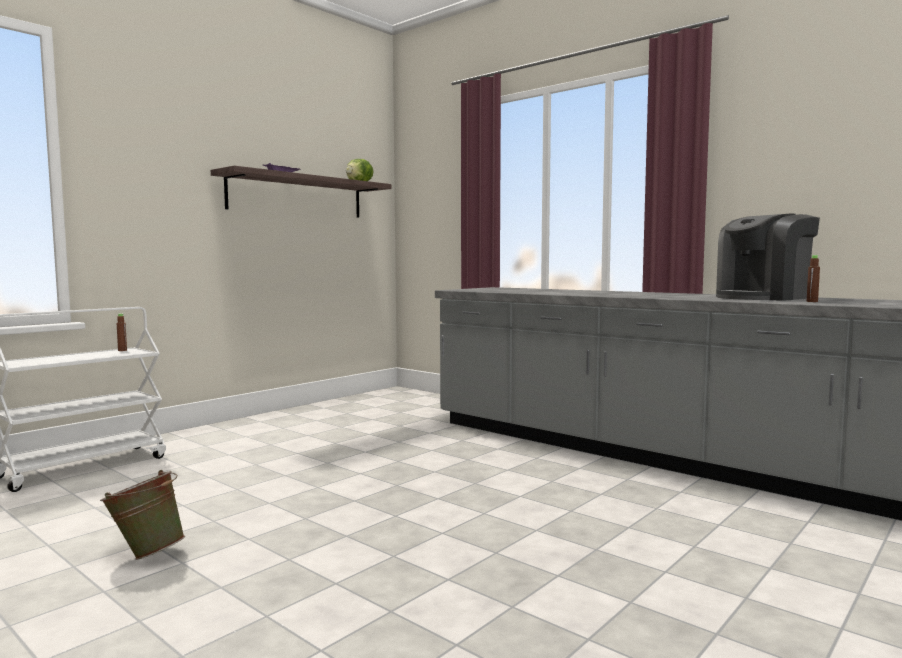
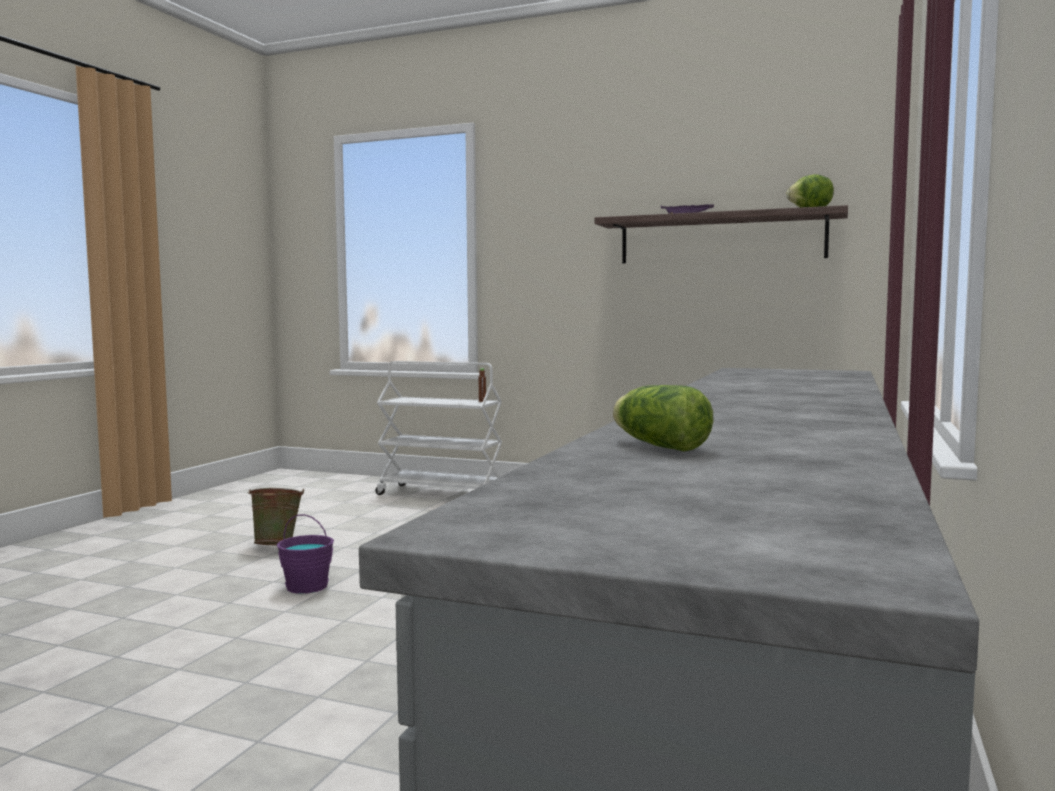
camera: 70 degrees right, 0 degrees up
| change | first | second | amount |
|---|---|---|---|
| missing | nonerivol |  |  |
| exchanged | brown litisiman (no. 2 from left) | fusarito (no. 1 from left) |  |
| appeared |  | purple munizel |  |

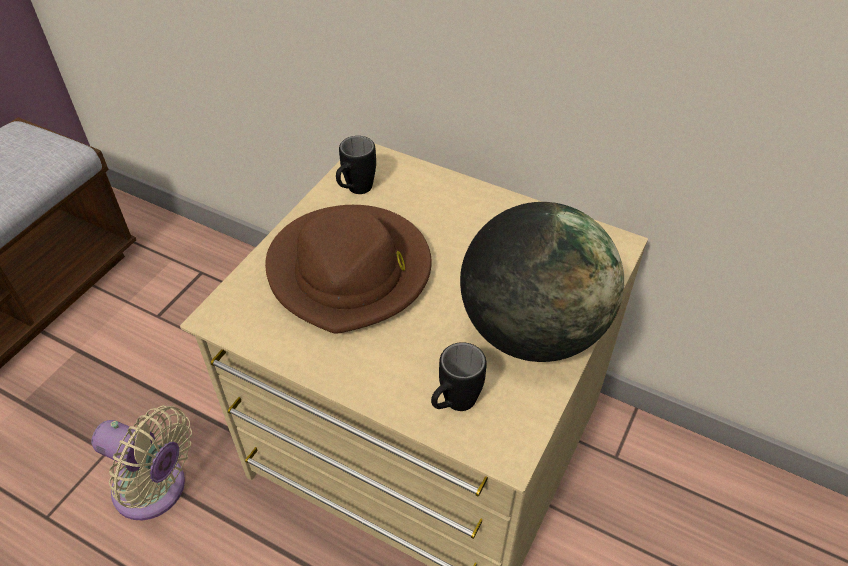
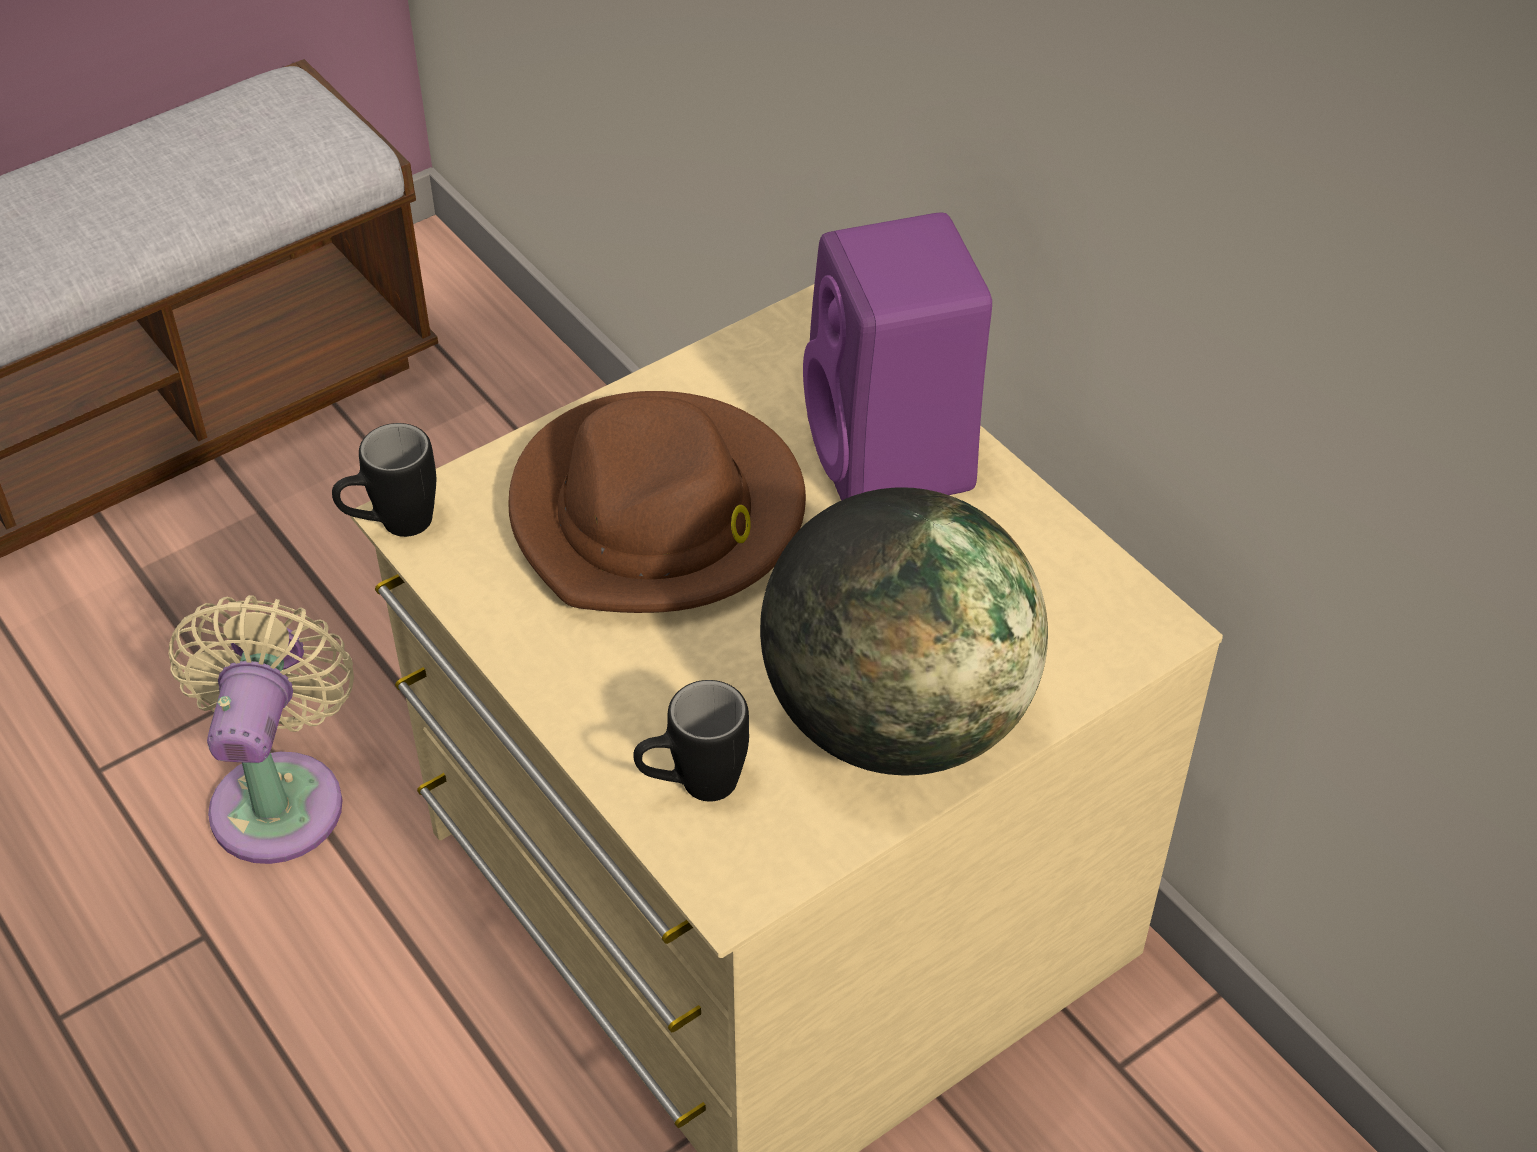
camera: 25 degrees right, 0 degrees up
| change | first | second | amount |
|---|---|---|---|
| spun | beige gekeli |  | 135 degrees counterclockwise |
| relocated | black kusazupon (no. 1 from left) |  |  |
| appeared |  | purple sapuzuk |  |

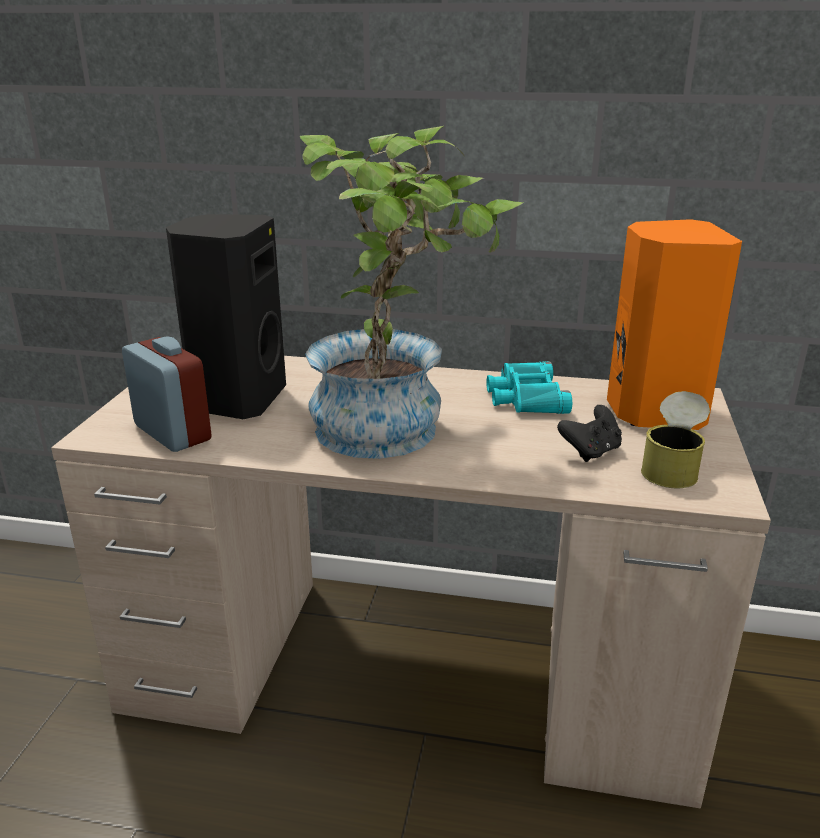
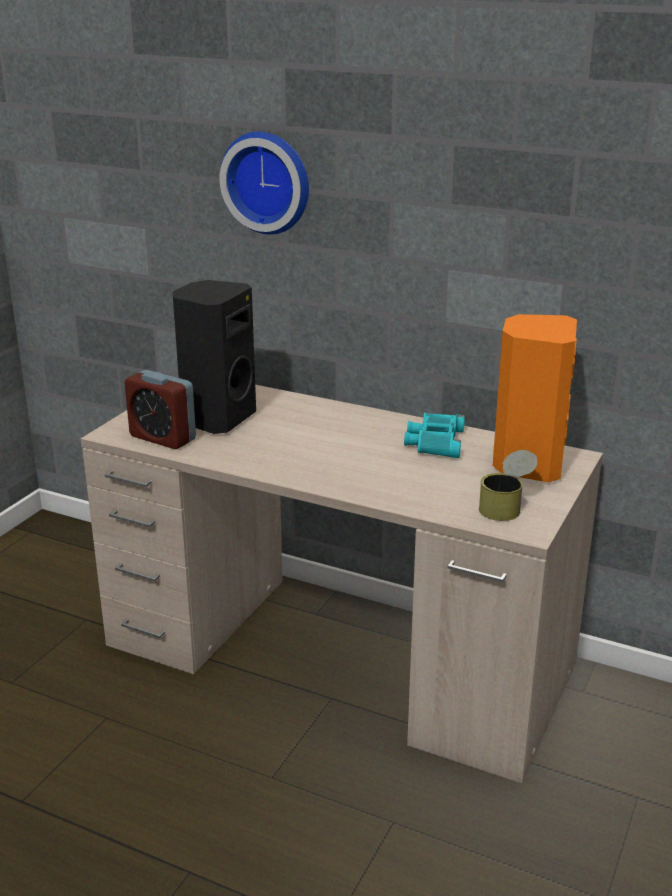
camera: 15 degrees right, 0 degrees up
| change | first | second | amount |
|---|---|---|---|
| spun | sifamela |  | 150 degrees clockwise |
| missing | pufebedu |  |  |
| missing | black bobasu |  |  |
| appeared |  | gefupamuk |  |

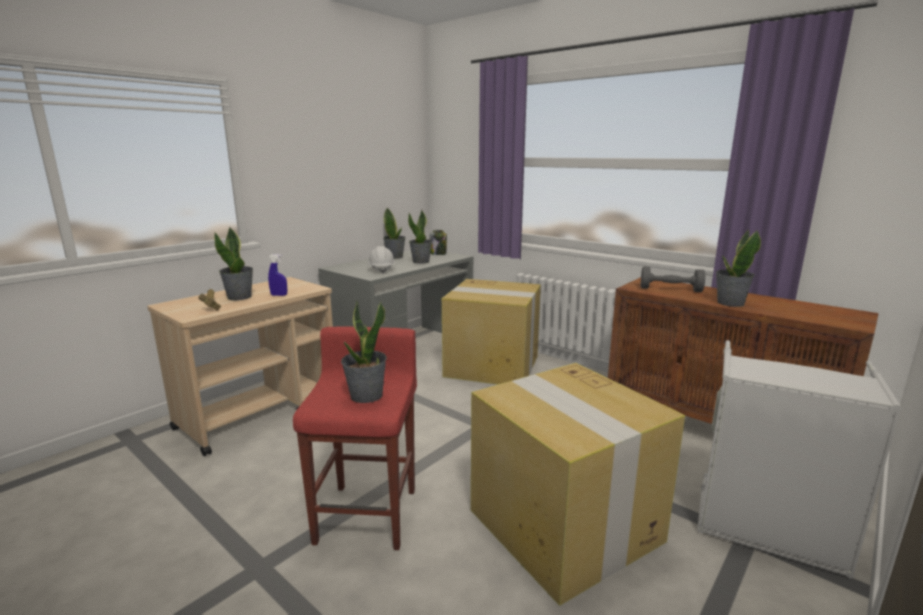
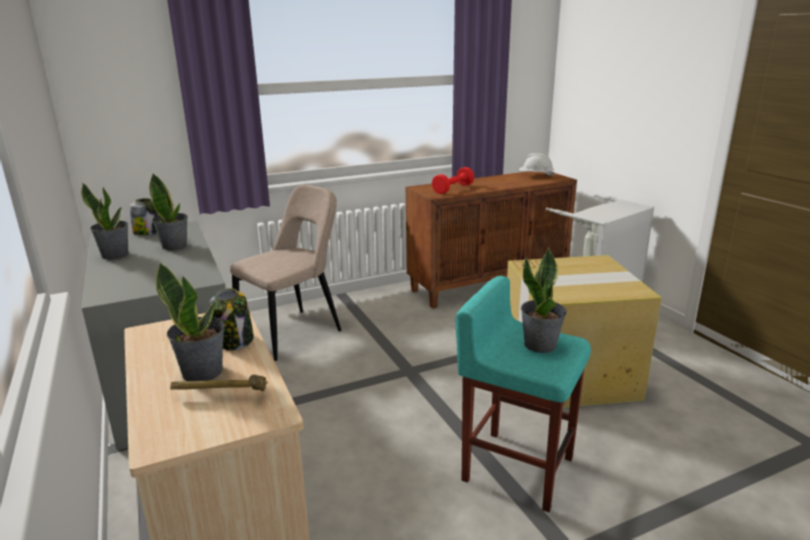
camera: 65 degrees left, 5 degrees up
| change | first | second | amount |
|---|---|---|---|
| exchanged | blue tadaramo | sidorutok (no. 2 from left) |  |
| colour | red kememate | turquoise kememate |  |
| relocated | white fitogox |  |  |
| exchanged | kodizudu (no. 1 from left) | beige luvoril |  |
| colour | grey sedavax | red sedavax |  |
| missing | pufebedu (no. 5 from left) |  |  |

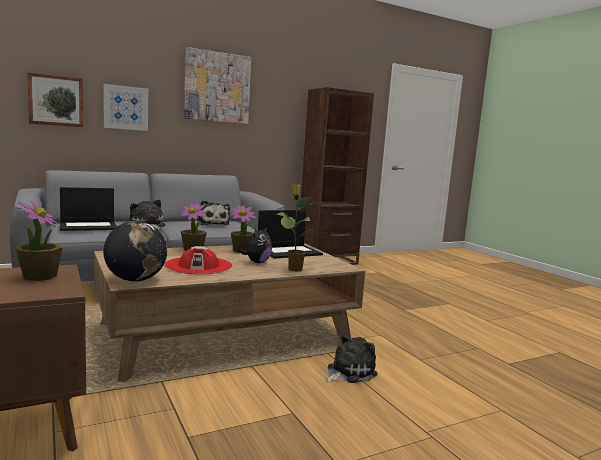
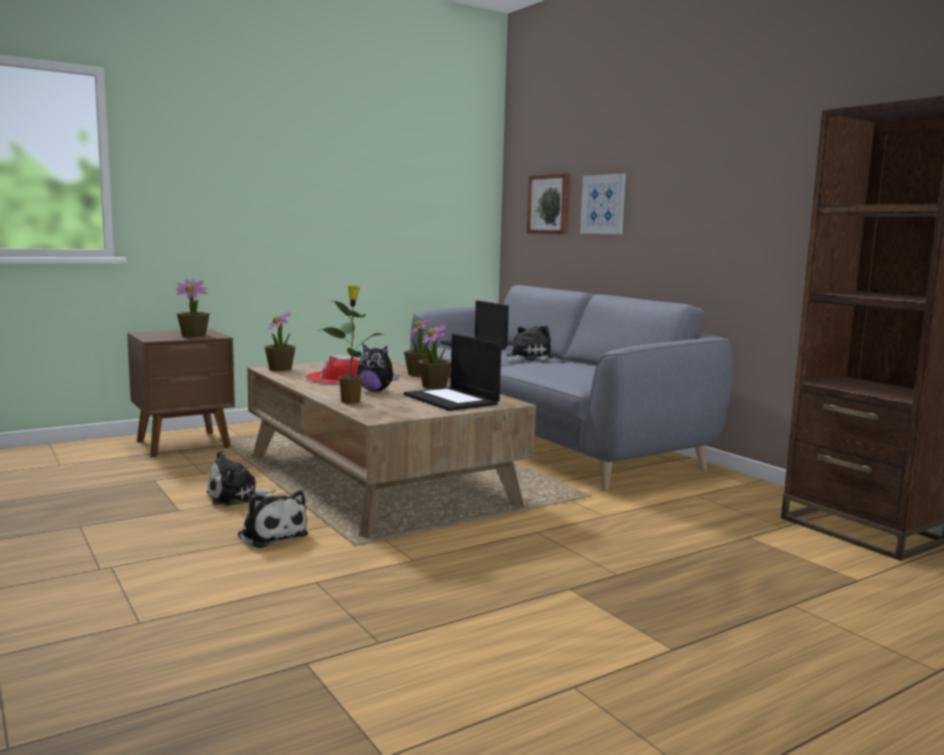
camera: 85 degrees right, 0 degrees up
| change | first | second | amount |
|---|---|---|---|
| exchanged | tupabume | pufebedu (no. 2 from left) |  |
| missing | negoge (no. 3 from left) |  |  |
| relocated | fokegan (no. 2 from left in the first image) | fokegan (no. 1 from left) |  |

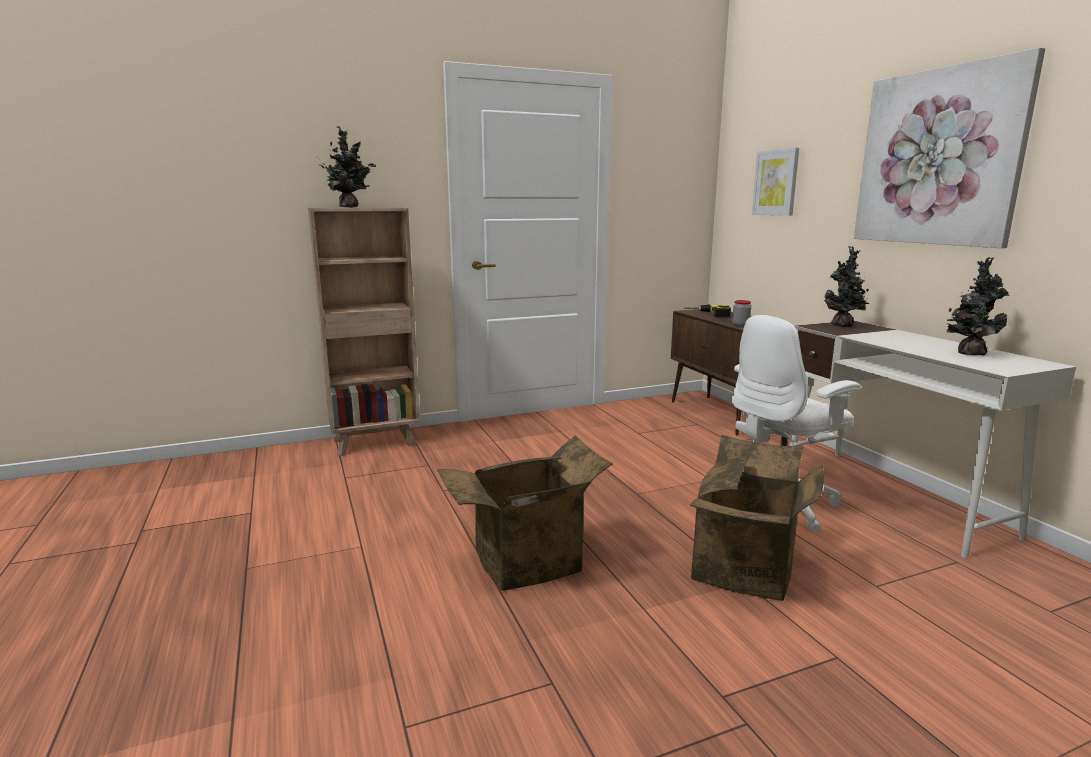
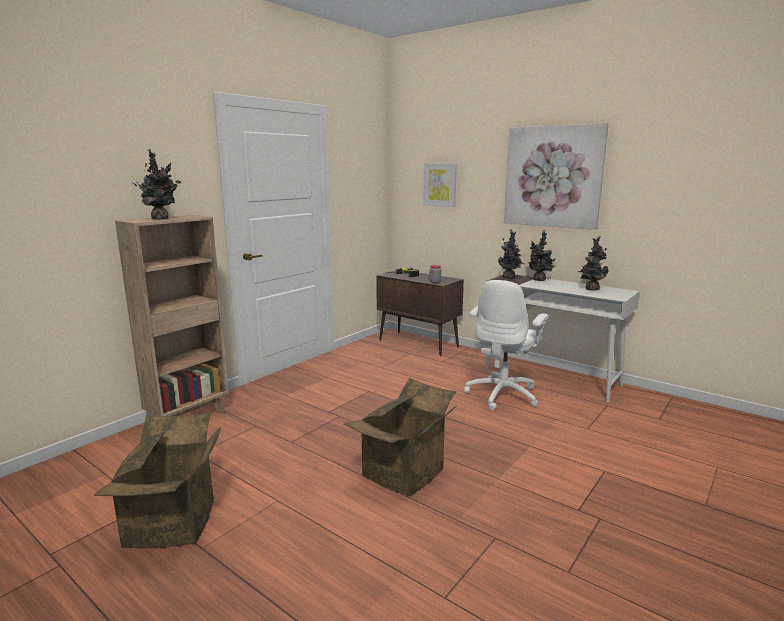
camera: 30 degrees left, 0 degrees up
| change | first | second | amount |
|---|---|---|---|
| relocated | kodizudu (no. 2 from left in the first image) | kodizudu (no. 1 from left) |  |
| appeared |  | pufebedu (no. 3 from left) |  |

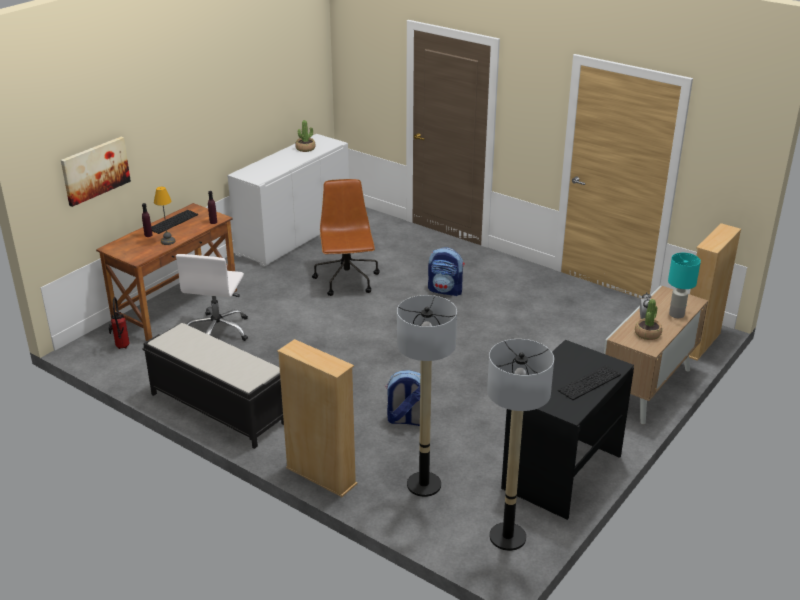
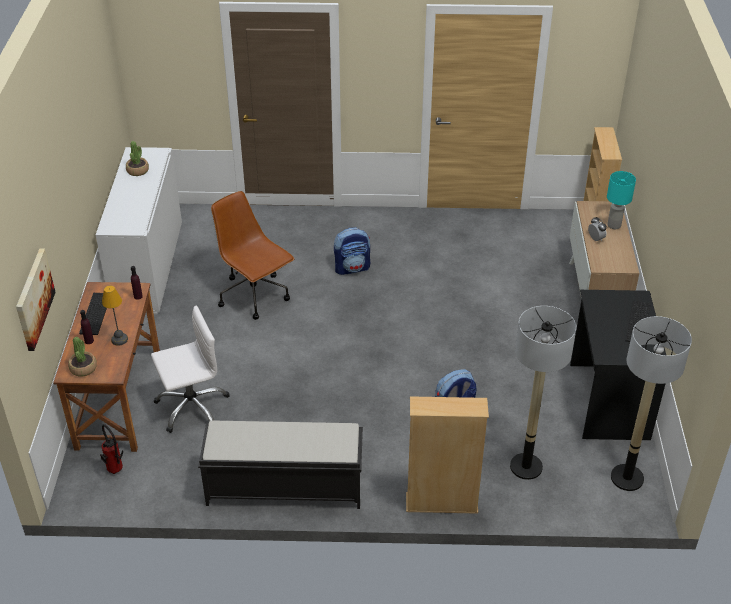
camera: 35 degrees left, 10 degrees up
| change | first | second | amount |
|---|---|---|---|
| spun | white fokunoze |  | 90 degrees counterclockwise |
| relocated | pufebedu (no. 2 from left in the first image) | pufebedu (no. 1 from left) |  |

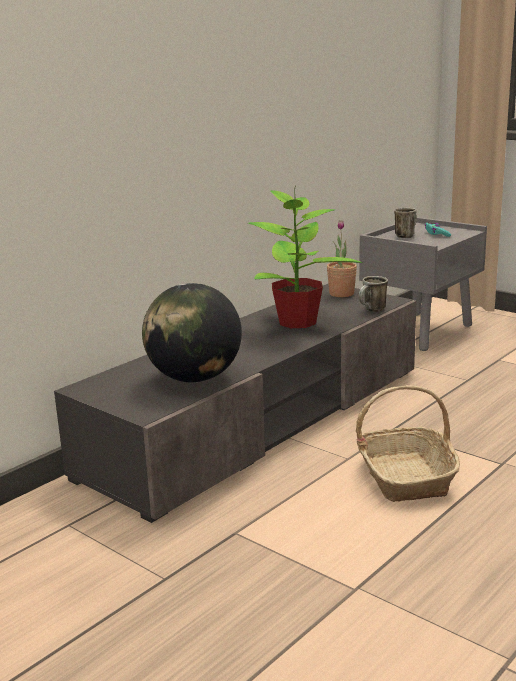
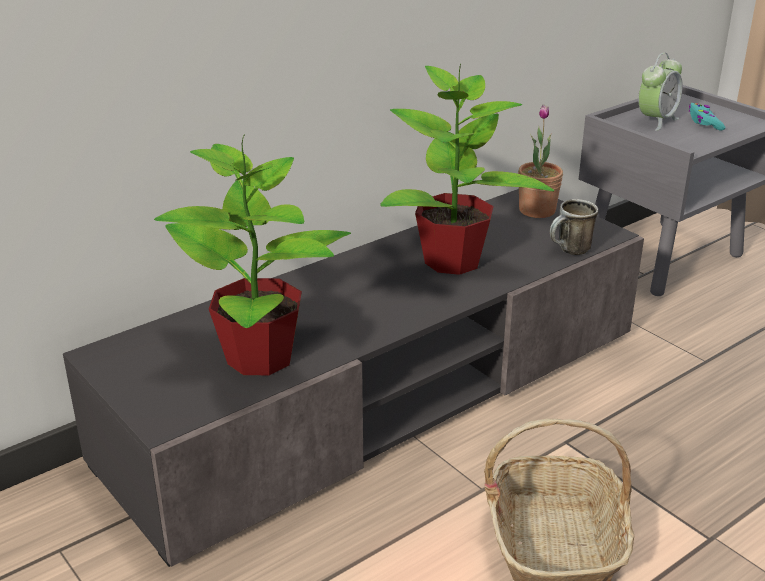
camera: 10 degrees right, 10 degrees up
| change | first | second | amount |
|---|---|---|---|
| exchanged | tupabume | pufebedu (no. 1 from left) |  |
| exchanged | kusazupon (no. 2 from left) | sifamela |  |

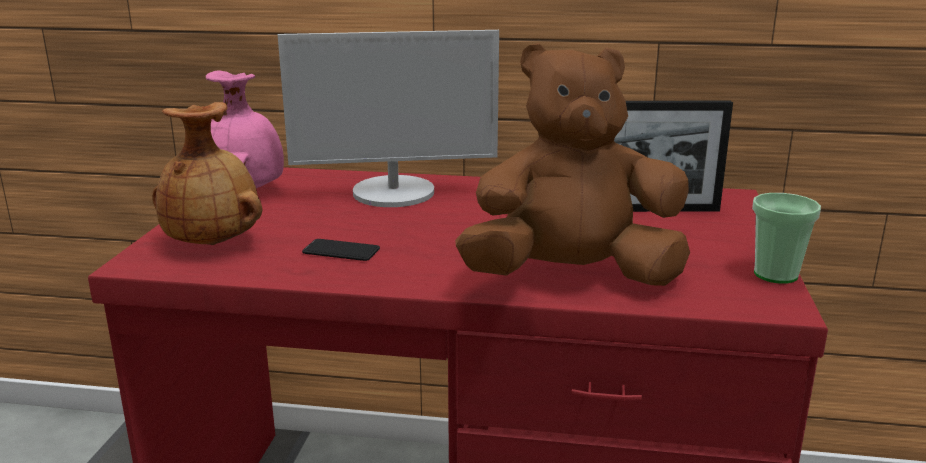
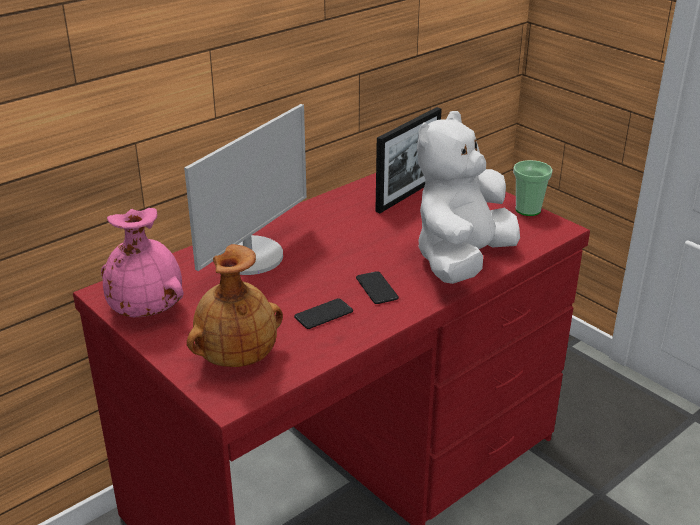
camera: 50 degrees left, 10 degrees up
| change | first | second | amount |
|---|---|---|---|
| colour | brown fokegan | white fokegan |  |
| appeared |  | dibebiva (no. 2 from left) |  |

